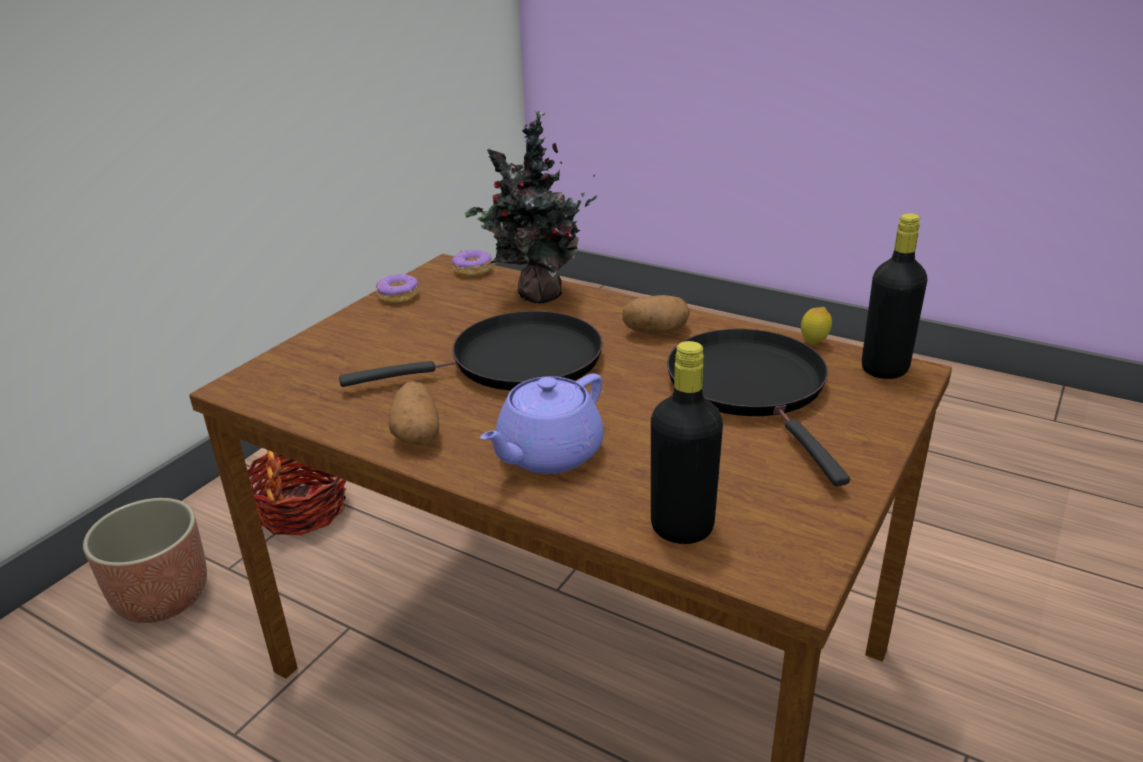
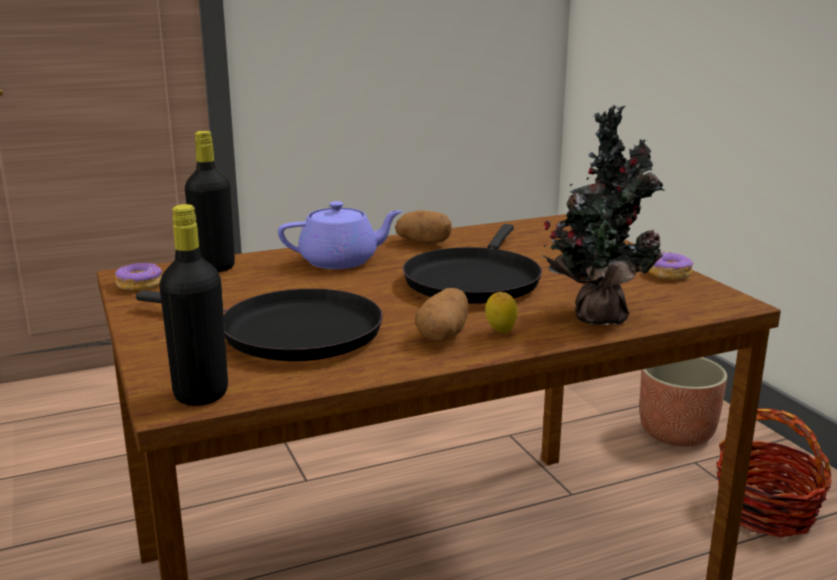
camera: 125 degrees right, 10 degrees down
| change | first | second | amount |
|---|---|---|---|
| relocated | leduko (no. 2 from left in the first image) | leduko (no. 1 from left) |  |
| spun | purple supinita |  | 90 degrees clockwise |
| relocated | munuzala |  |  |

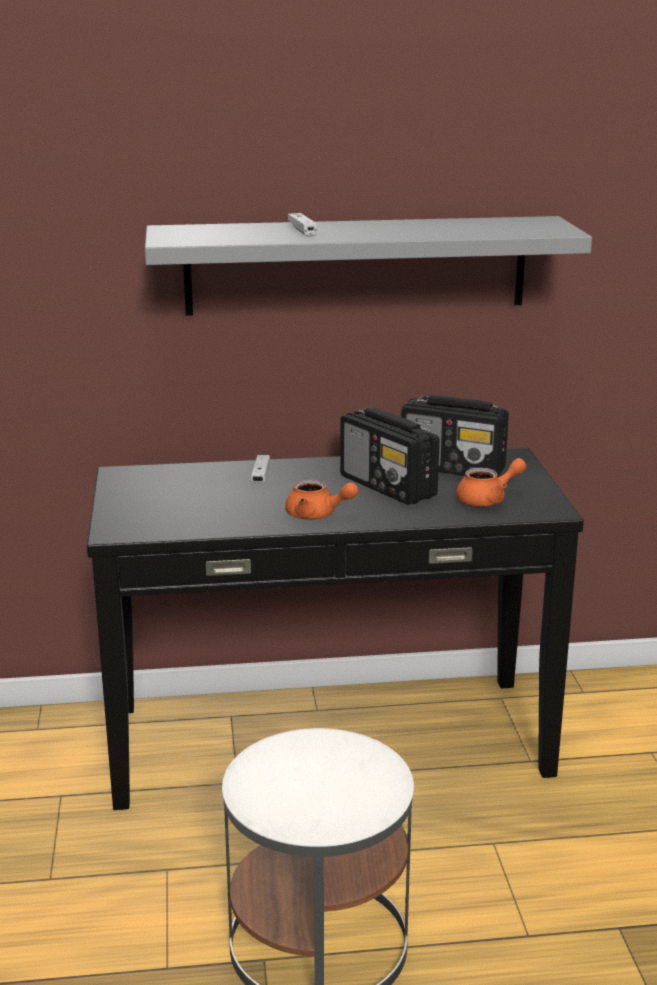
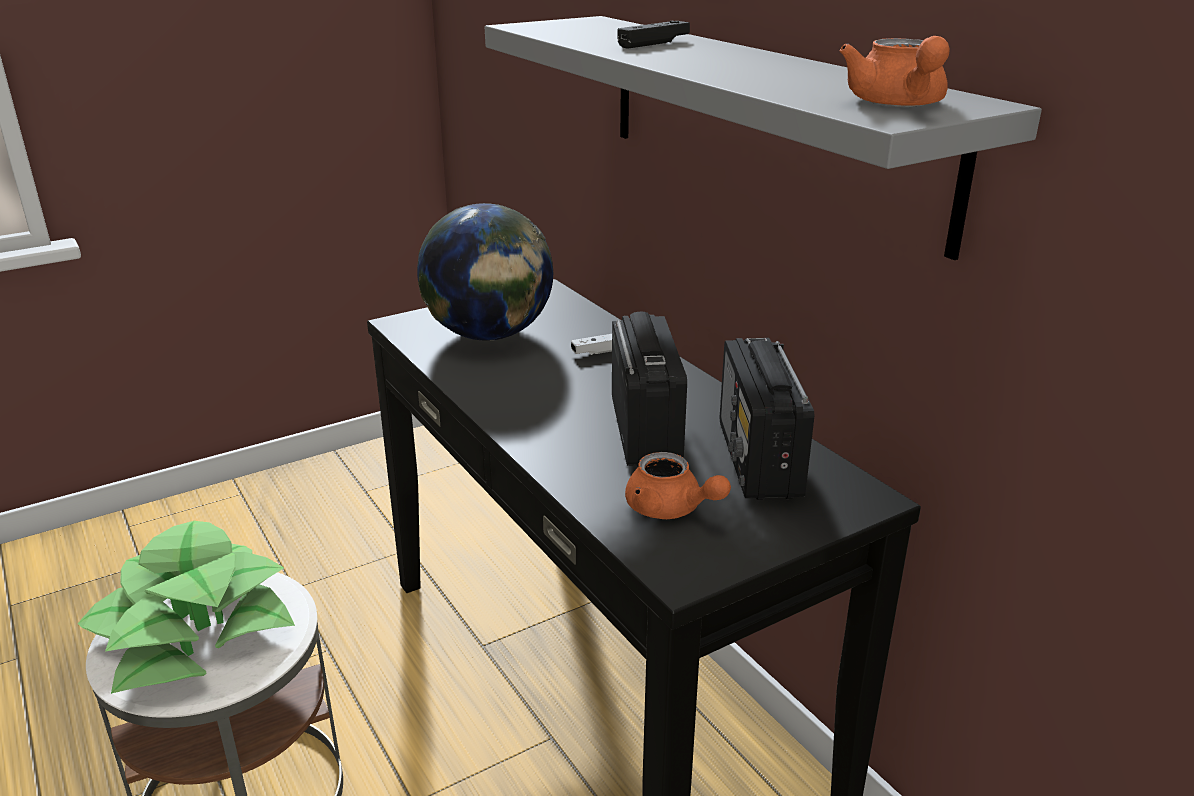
camera: 65 degrees right, 5 degrees up
| change | first | second | amount |
|---|---|---|---|
| relocated | orange supinita (no. 1 from left in the first image) | orange supinita (no. 2 from left) |  |
| colour | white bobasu (no. 2 from left) | black bobasu |  |
| spun | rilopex (no. 1 from left) |  | 150 degrees clockwise |
| appeared |  | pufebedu |  |
| appeared |  | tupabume |  |

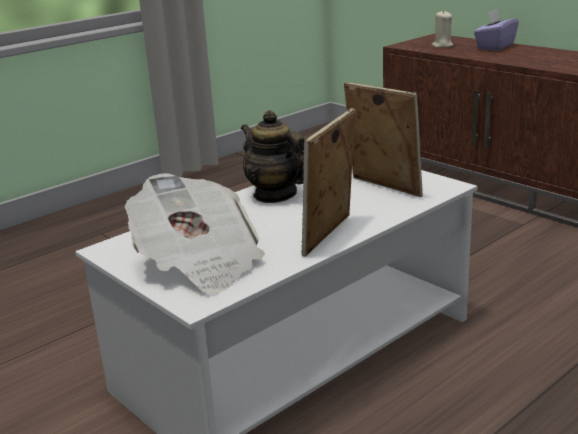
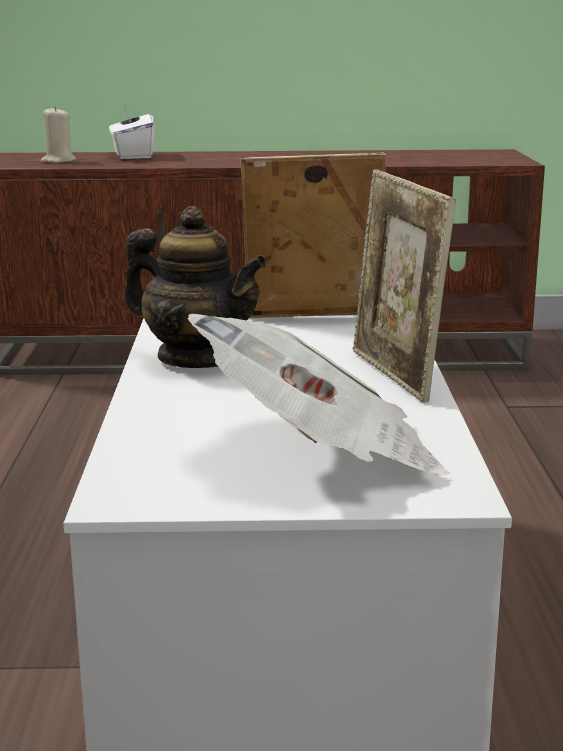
camera: 50 degrees left, 5 degrees down
| change | first | second | amount |
|---|---|---|---|
| spun | supinita |  | 150 degrees counterclockwise |
| colour | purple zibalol | white zibalol |  |

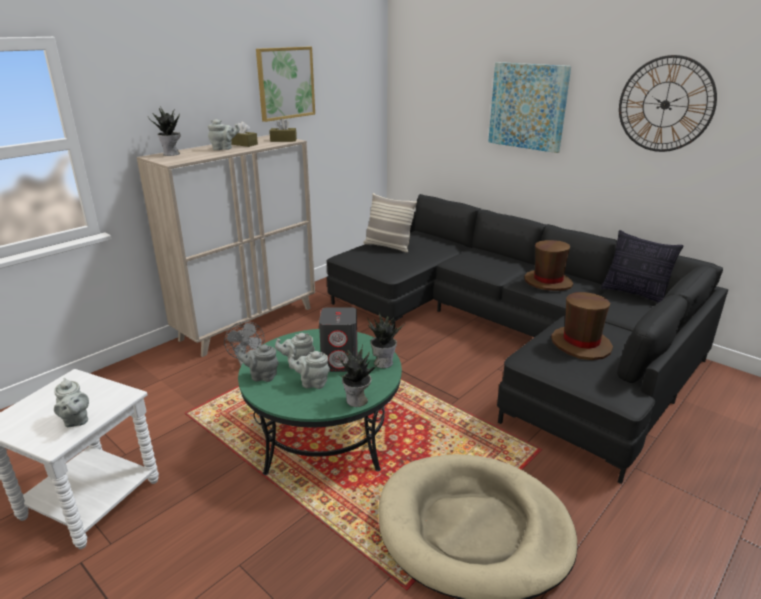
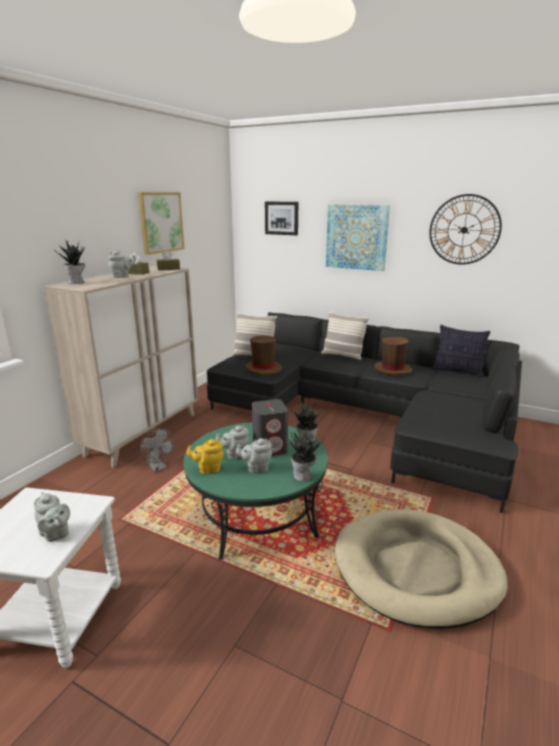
camera: 15 degrees left, 5 degrees down
| change | first | second | amount |
|---|---|---|---|
| colour | grey supinita (no. 3 from left) | yellow supinita |  |
| relocated | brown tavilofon (no. 2 from left in the first image) | brown tavilofon (no. 1 from left) |  |
| appeared |  | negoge (no. 2 from left) |  |
| appeared |  | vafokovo (no. 2 from left) |  |

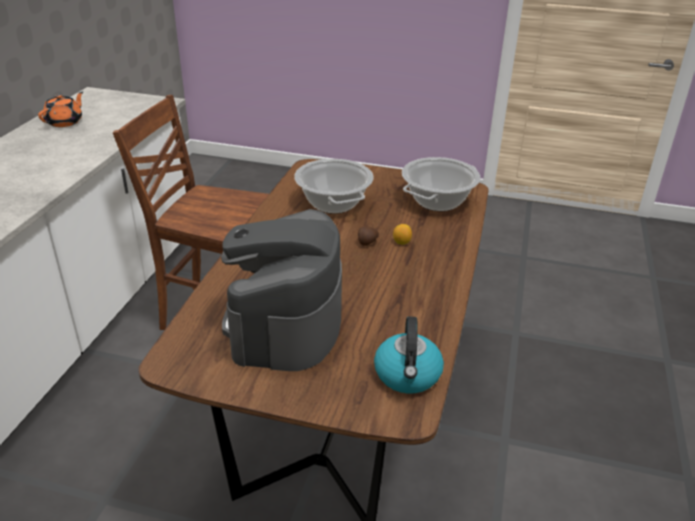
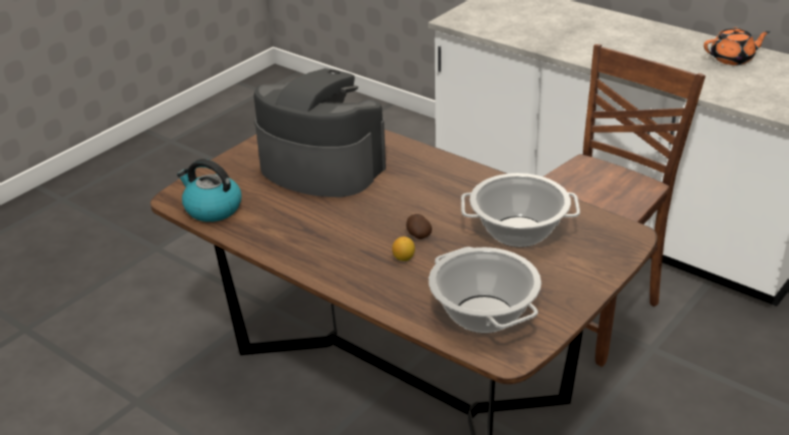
camera: 115 degrees right, 0 degrees up
| change | first | second | amount |
|---|---|---|---|
| spun | orange supinita |  | 60 degrees counterclockwise |

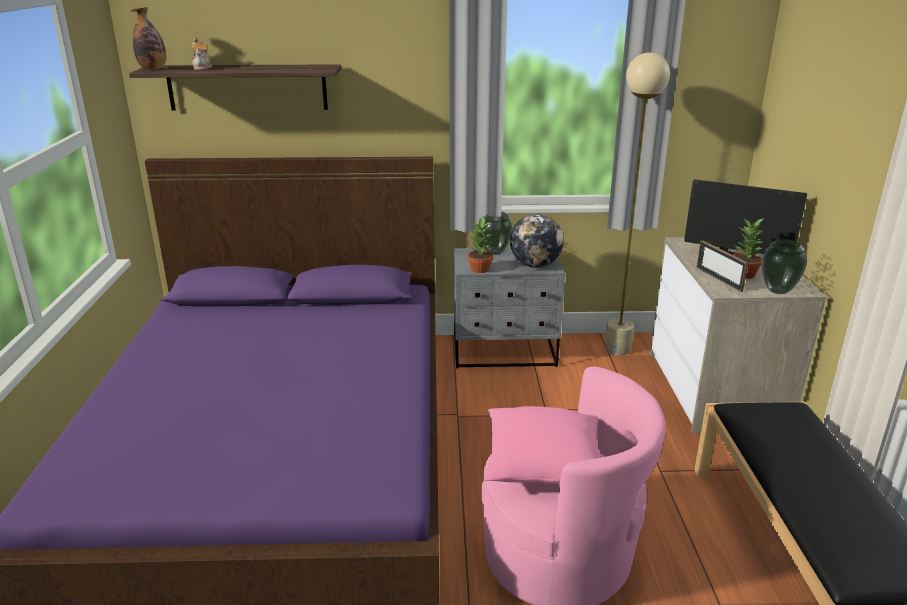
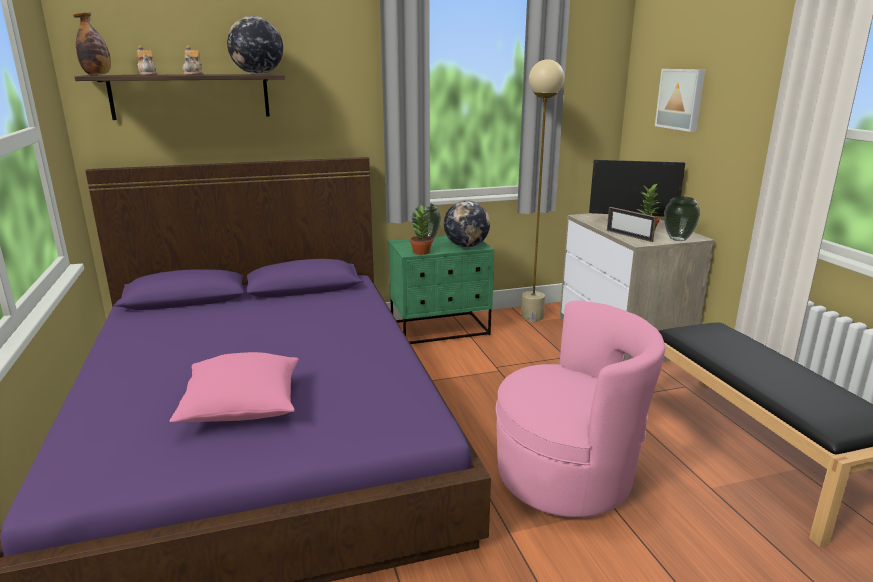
camera: 15 degrees left, 5 degrees down
| change | first | second | amount |
|---|---|---|---|
| colour | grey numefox | green numefox |  |
| relocated | pink vafokovo |  |  |
| appeared |  | supinita (no. 2 from left) |  |
| appeared |  | tupabume (no. 1 from left) |  |
| appeared |  | negoge |  |

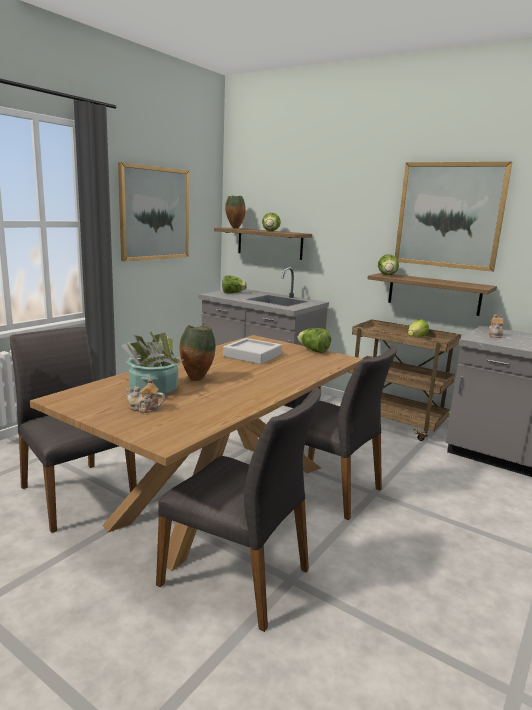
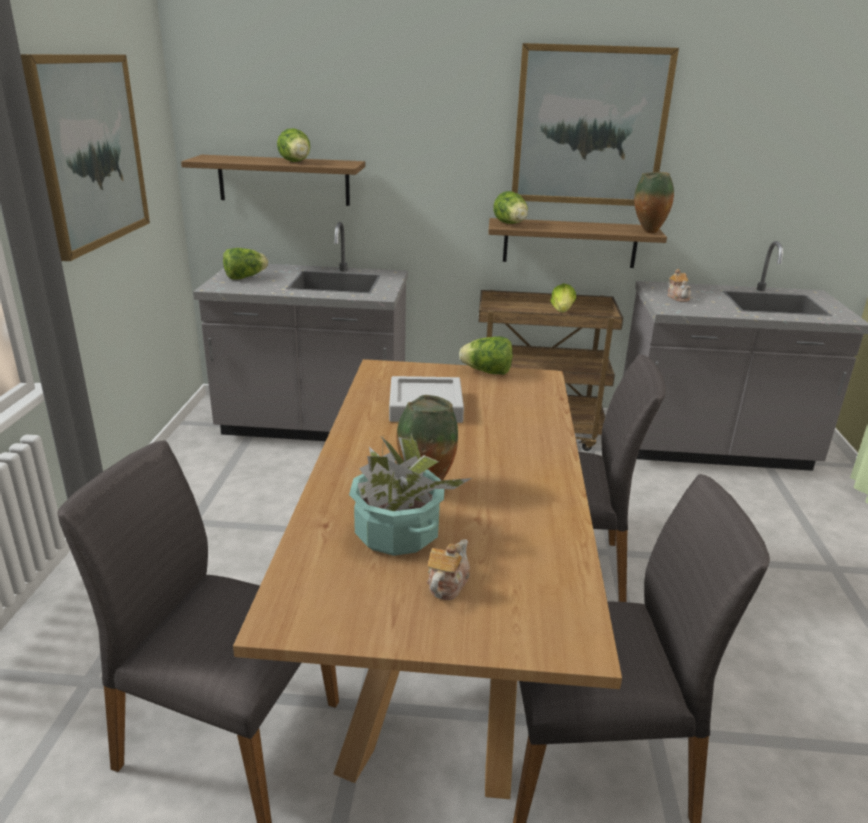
camera: 30 degrees left, 10 degrees up
| change | first | second | amount |
|---|---|---|---|
| spun | supinita (no. 1 from left) |  | 135 degrees clockwise |
| relocated | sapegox (no. 2 from left) |  |  |

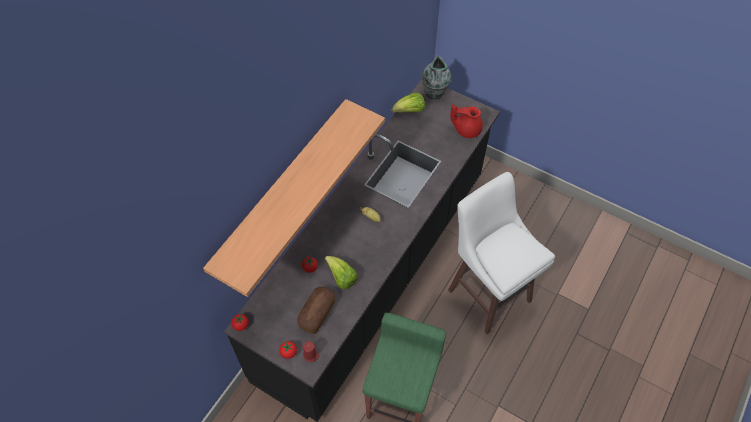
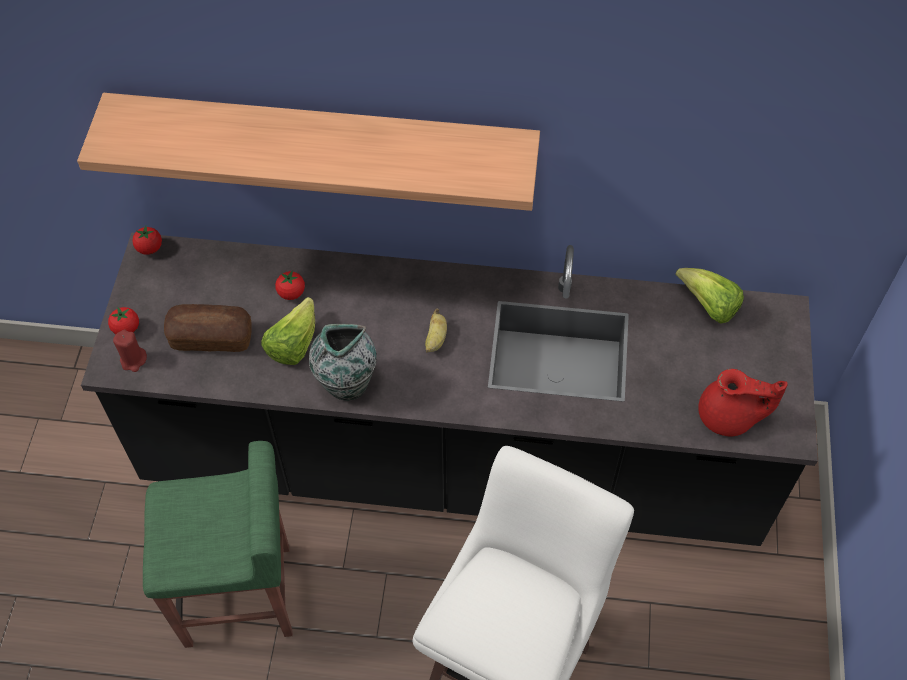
camera: 65 degrees right, 0 degrees up
| change | first | second | amount |
|---|---|---|---|
| relocated | sapegox |  |  |
| spun | red supinita |  | 120 degrees clockwise |

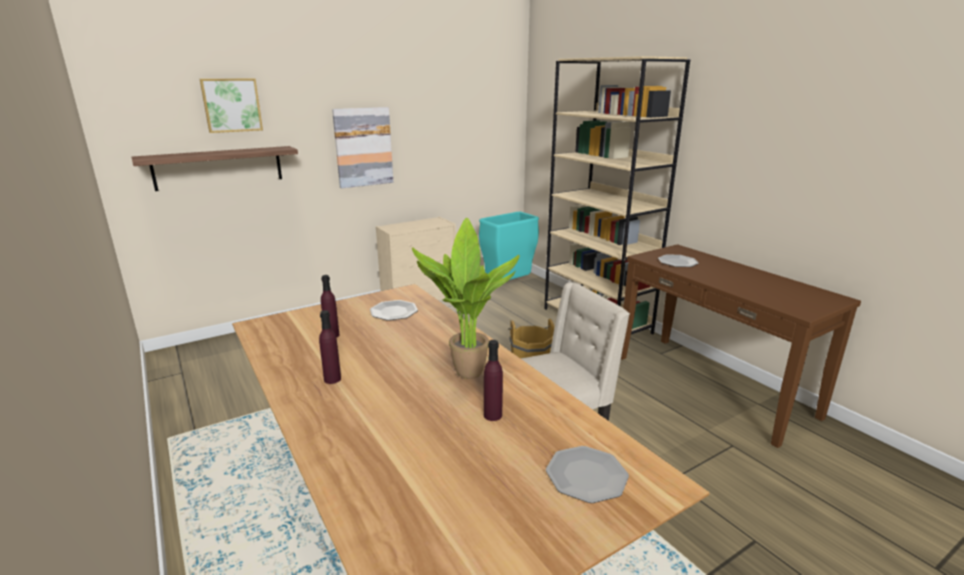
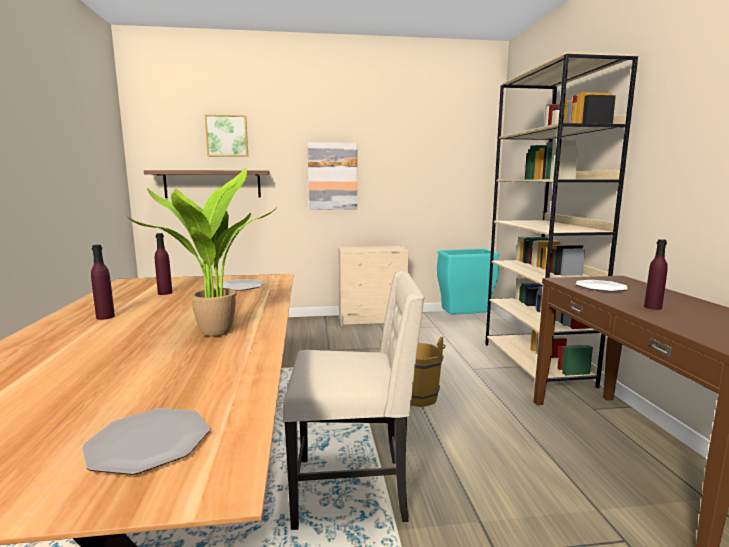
camera: 25 degrees right, 10 degrees down
| change | first | second | amount |
|---|---|---|---|
| relocated | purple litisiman (no. 3 from left) |  |  |

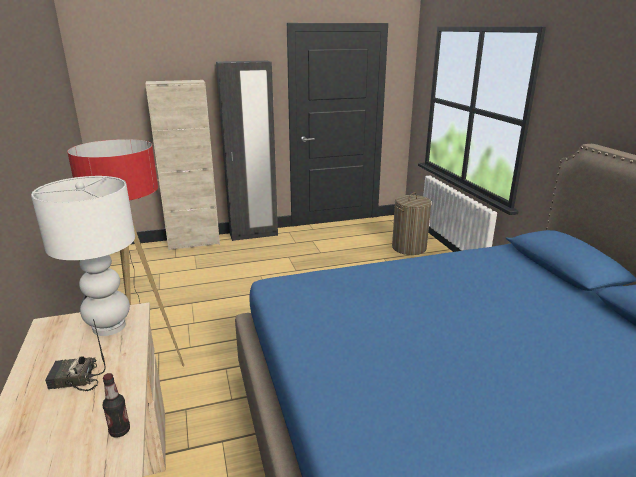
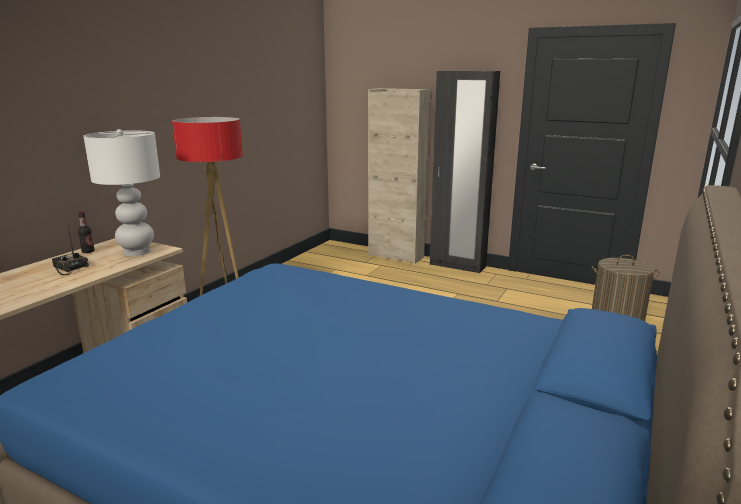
camera: 45 degrees right, 5 degrees down
| change | first | second | amount |
|---|---|---|---|
| relocated | litisiman |  |  |

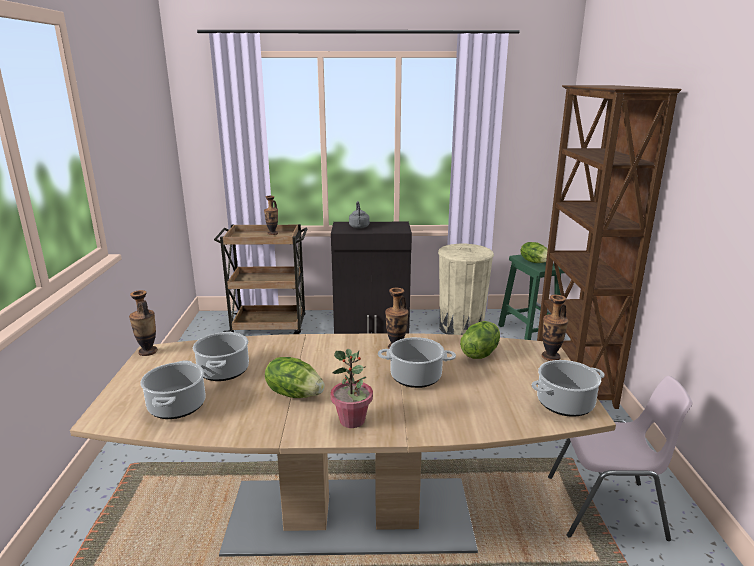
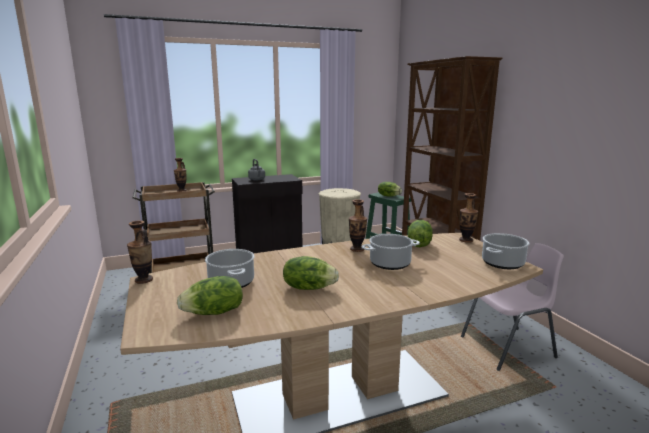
camera: 20 degrees left, 5 degrees down
| change | first | second | amount |
|---|---|---|---|
| exchanged | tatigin (no. 1 from left) | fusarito (no. 1 from left) |  |
| missing | pufebedu |  |  |

